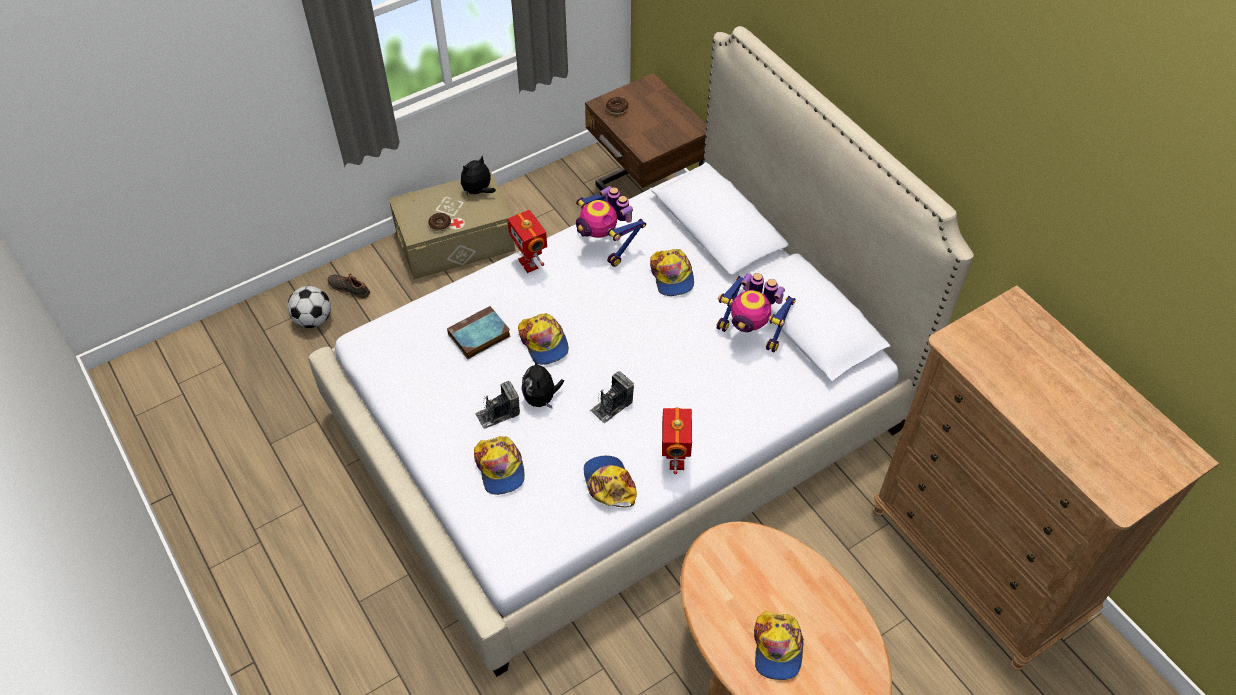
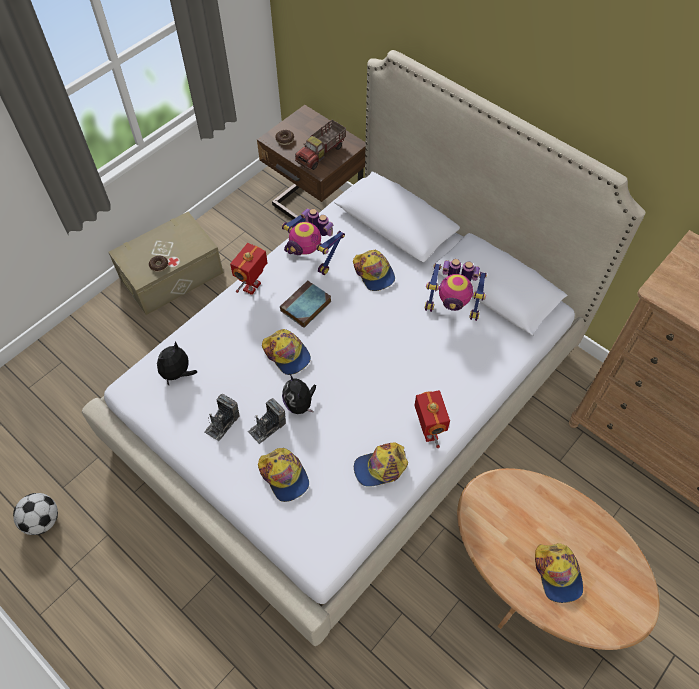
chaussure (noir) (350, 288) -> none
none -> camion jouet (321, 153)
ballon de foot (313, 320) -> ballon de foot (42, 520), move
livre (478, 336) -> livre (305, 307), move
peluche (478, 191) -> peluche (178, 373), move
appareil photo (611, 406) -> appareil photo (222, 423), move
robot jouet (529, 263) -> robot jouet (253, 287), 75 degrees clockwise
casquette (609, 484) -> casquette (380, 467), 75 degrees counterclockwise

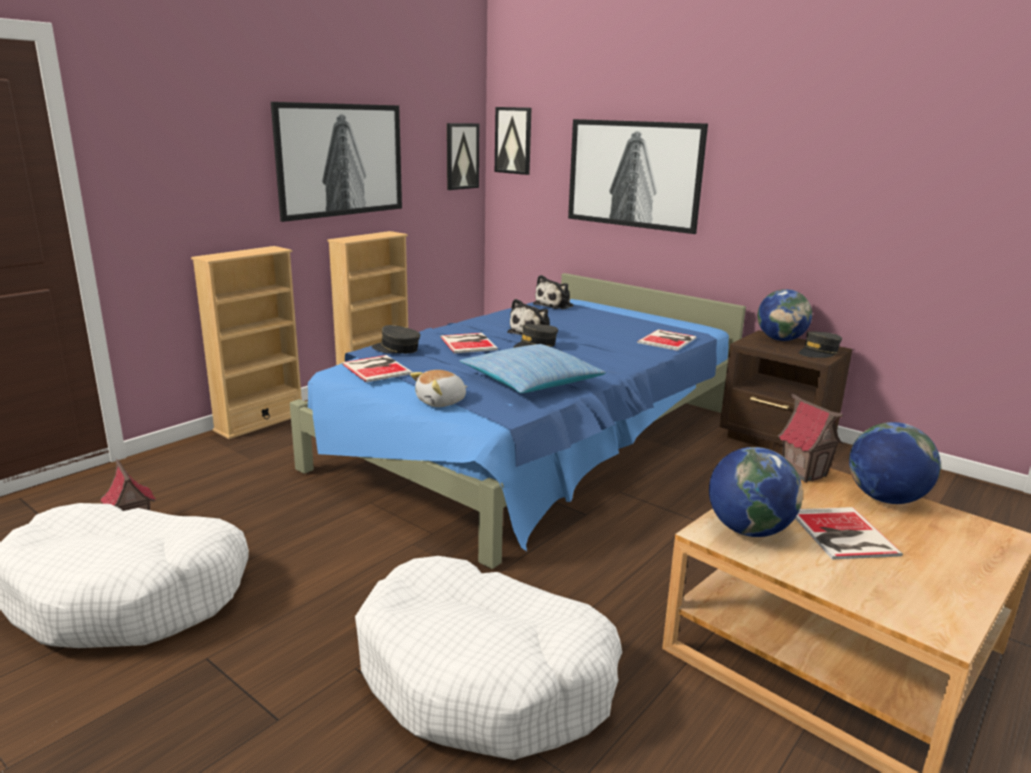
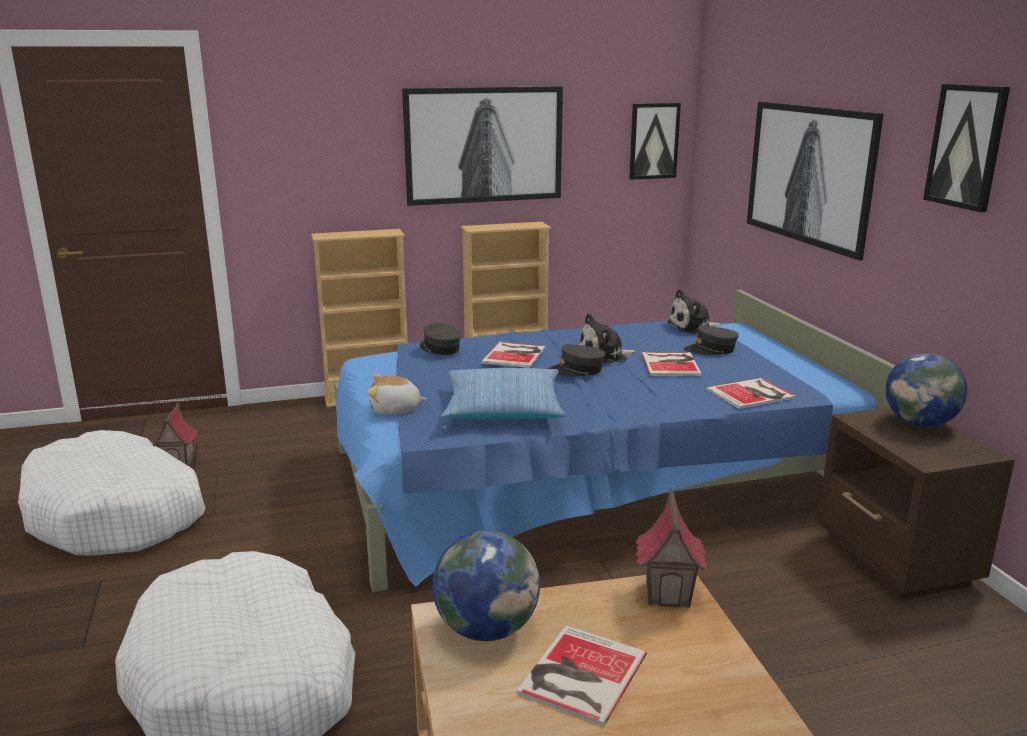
globe (885, 498) -> none
livre (377, 368) -> livre (671, 364), move
tableau (513, 140) -> tableau (966, 146), move
casquette (gris) (818, 352) -> casquette (gris) (711, 350), move

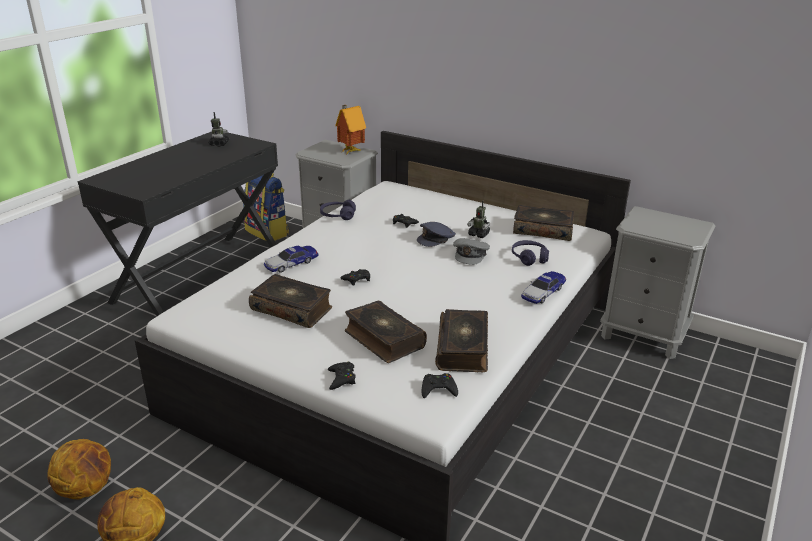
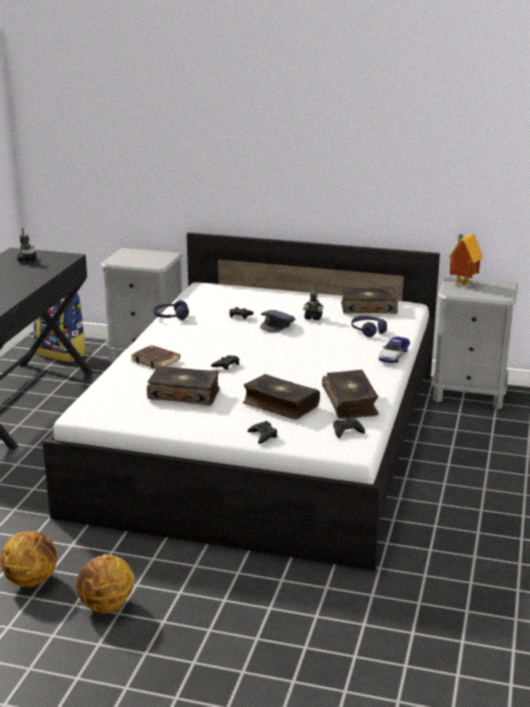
casquette (gris) (470, 254) -> none
maison miniature (350, 151) -> maison miniature (461, 284), move
petite voiture (291, 264) -> livre (marron) (156, 360)

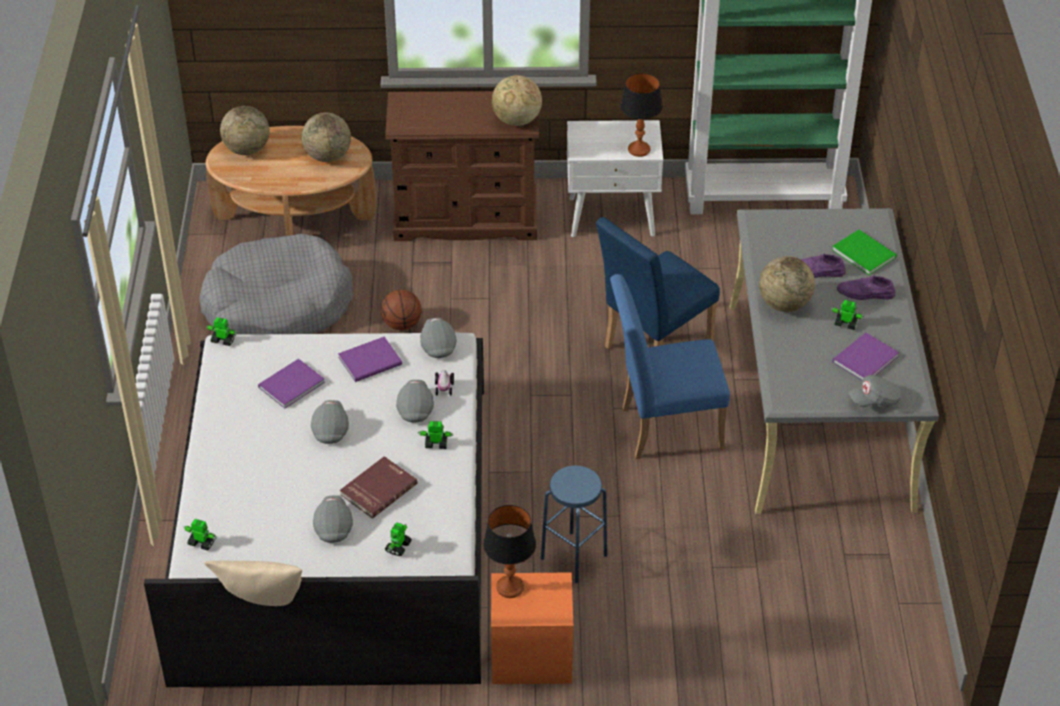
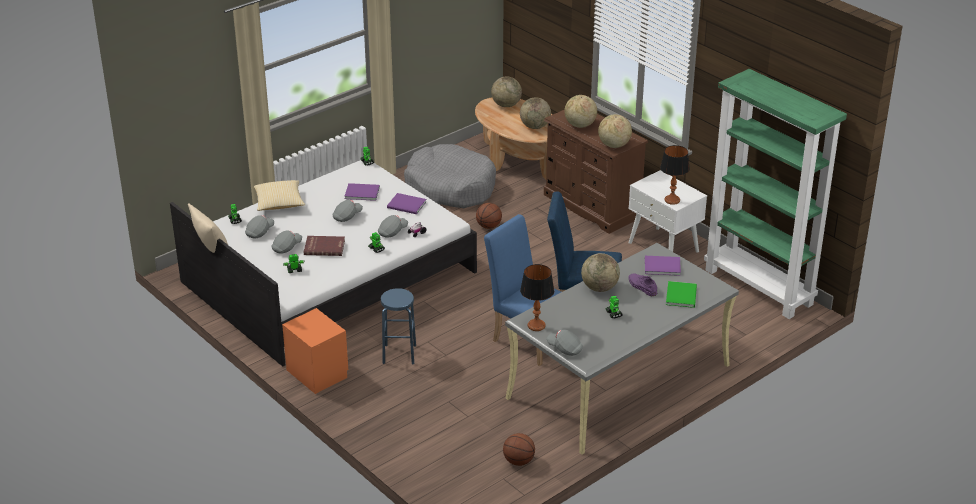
chaussure (violet) (865, 293) -> none
none -> coussin (279, 204)
none -> ballon de basket (518, 461)
none -> globe (580, 125)
casquette (gris) (438, 344) -> casquette (gris) (260, 232), move
lampe de table (509, 587) -> lampe de table (536, 325), move
livre (violet) (863, 359) -> livre (violet) (661, 266), move

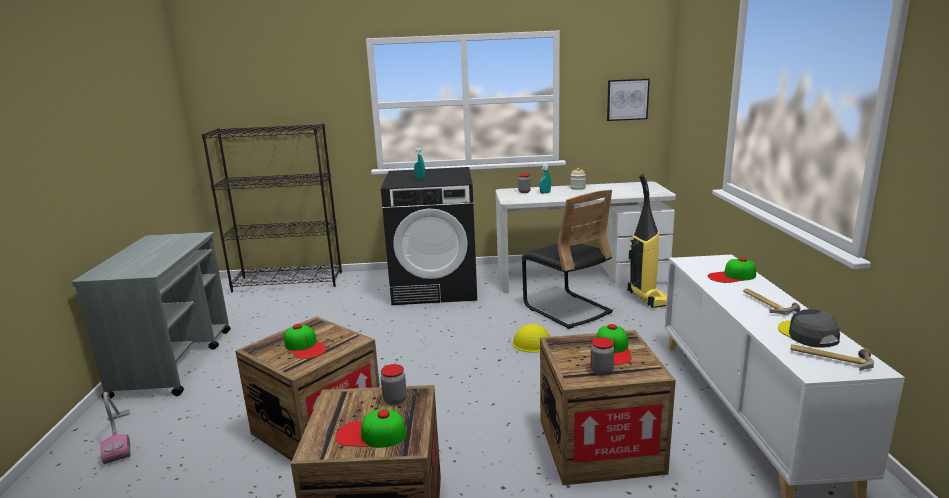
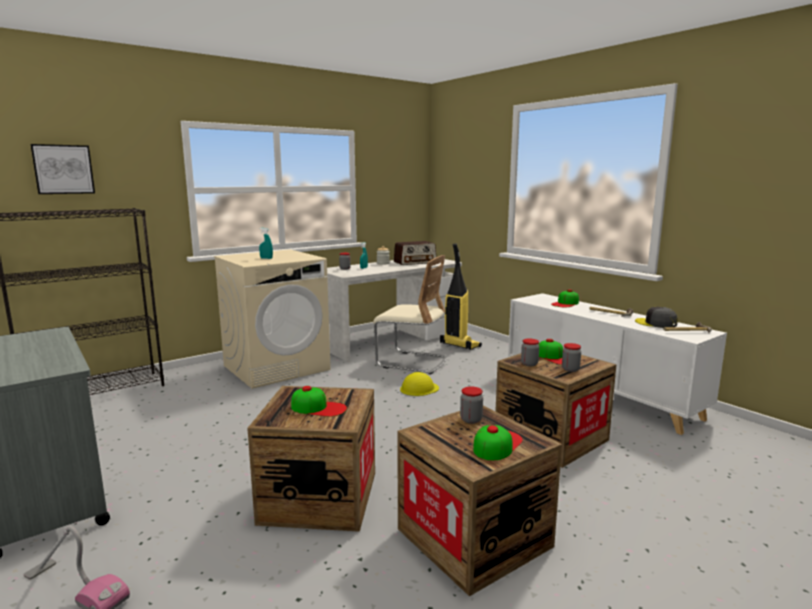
none -> radio (415, 262)
none -> bocal (529, 364)
tableau (627, 99) -> tableau (63, 169), move
lave-linge (noir) (435, 287) -> lave-linge (beige) (277, 367)
chaise (noir) (567, 309) -> chaise (beige) (412, 362)
casquette (371, 434) -> casquette (497, 444), 150 degrees clockwise

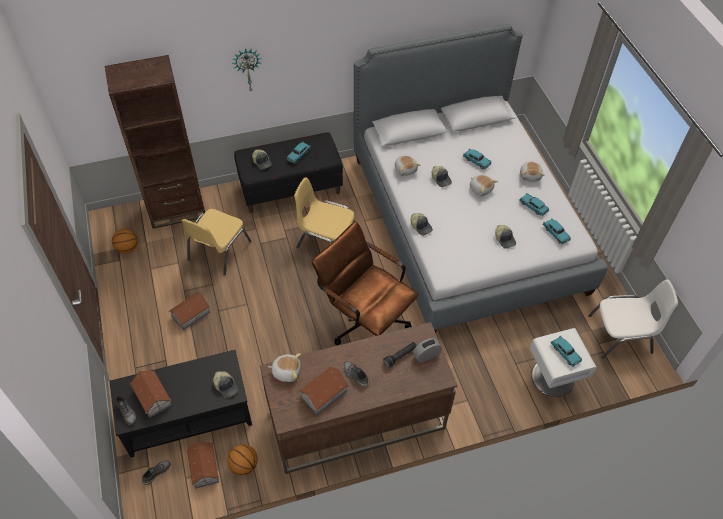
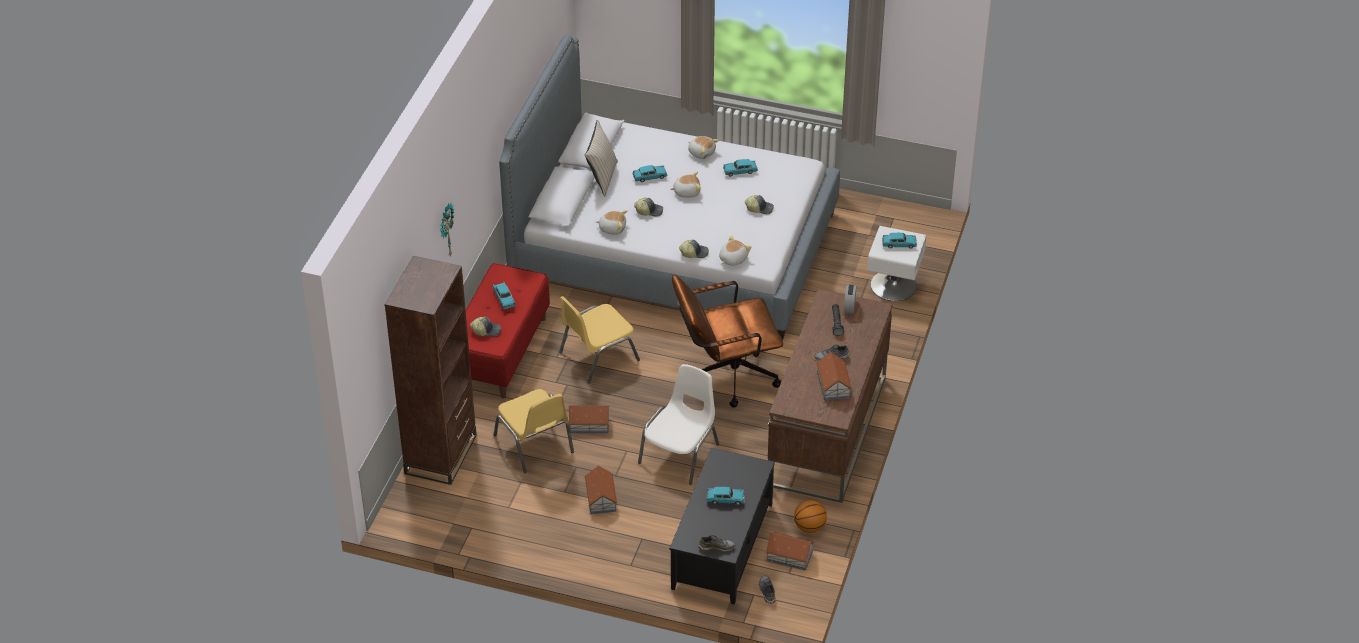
ballon de basket (127, 248) -> none
casquette (226, 386) -> none
none -> coussin (beige) (602, 178)
maison miniature (152, 396) -> maison miniature (589, 423), move
peluche (286, 371) -> peluche (732, 259), move
petite voiture (turquoise) (555, 234) -> petite voiture (turquoise) (725, 499), move
chaise (blanc) (621, 335) -> chaise (blanc) (680, 453), move
banc (noir) (290, 188) -> banc (rouge) (500, 352)

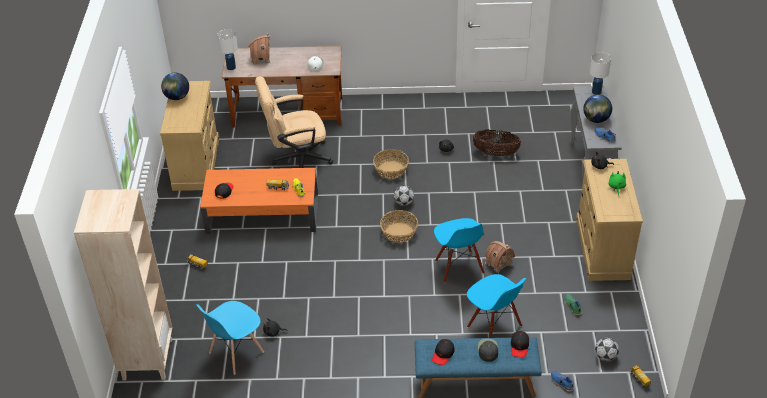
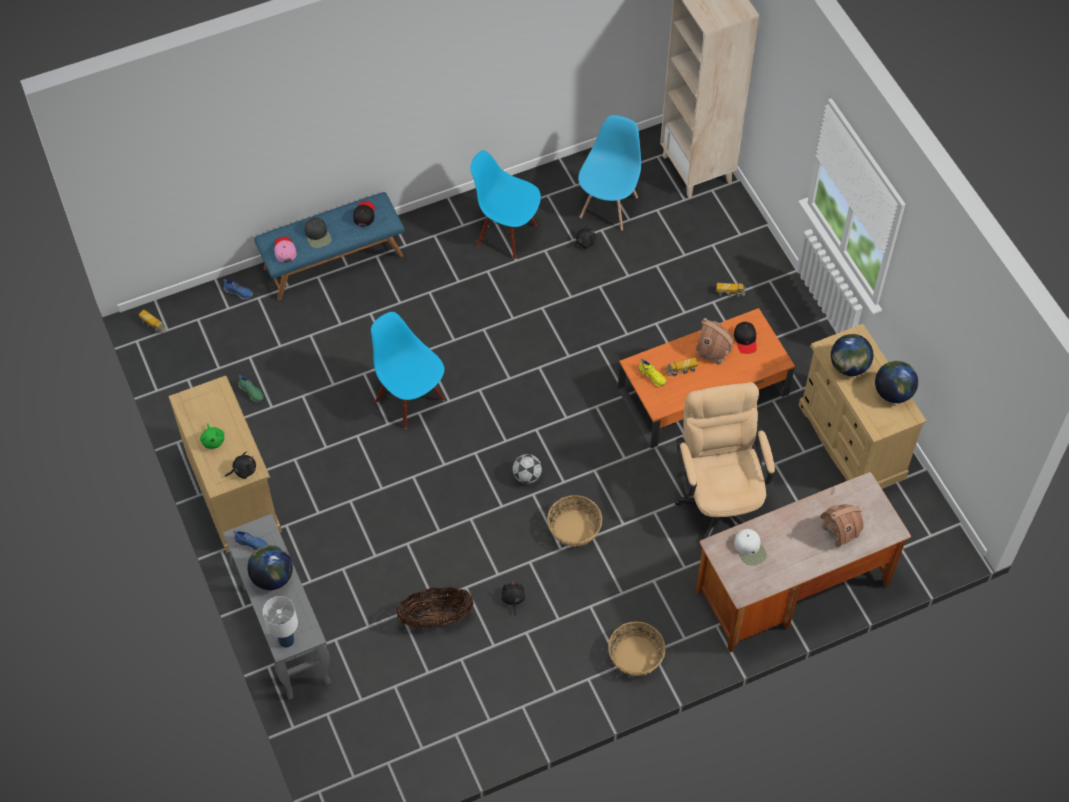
lampe de table (blanc) (231, 67) -> none
ballon de foot (605, 356) -> none
none -> globe (848, 366)
panier (399, 232) -> panier (636, 656), move
chaise (bleu) (494, 326) -> chaise (bleu) (506, 234), move
maison miniature (498, 263) -> maison miniature (714, 351), move
casquette (noir) (519, 346) -> casquette (rose) (284, 250)
chaise de bureau (beige) (296, 159) -> chaise de bureau (beige) (719, 500), 60 degrees counterclockwise

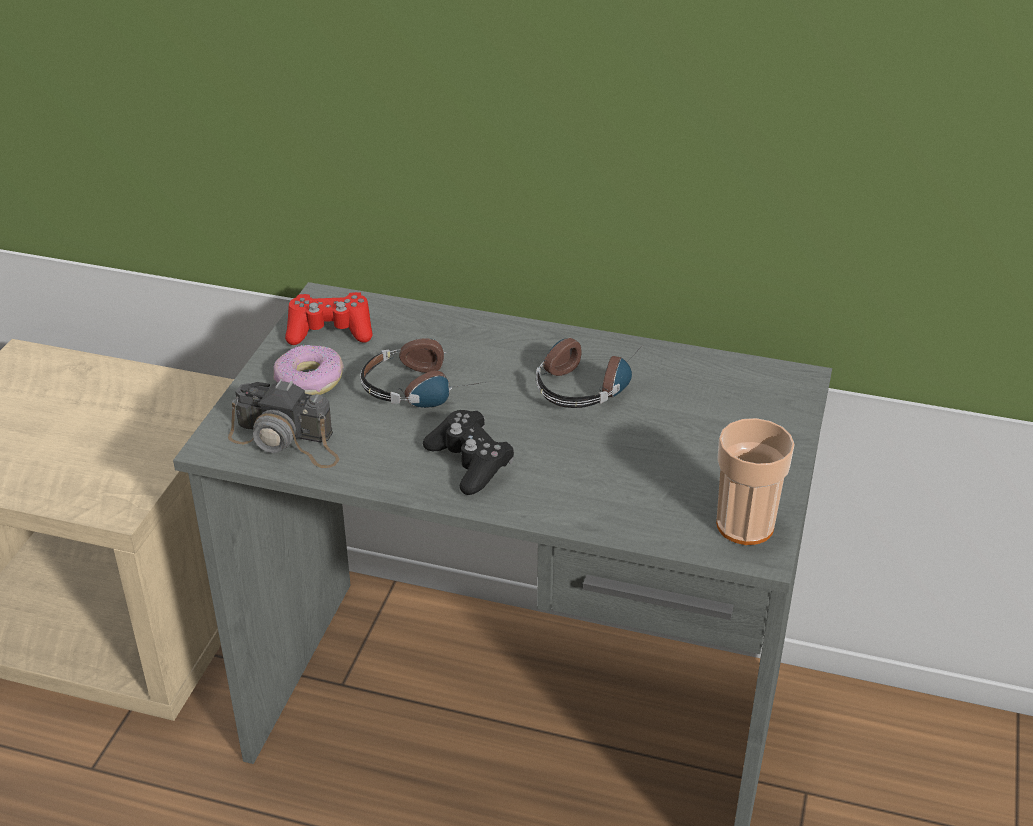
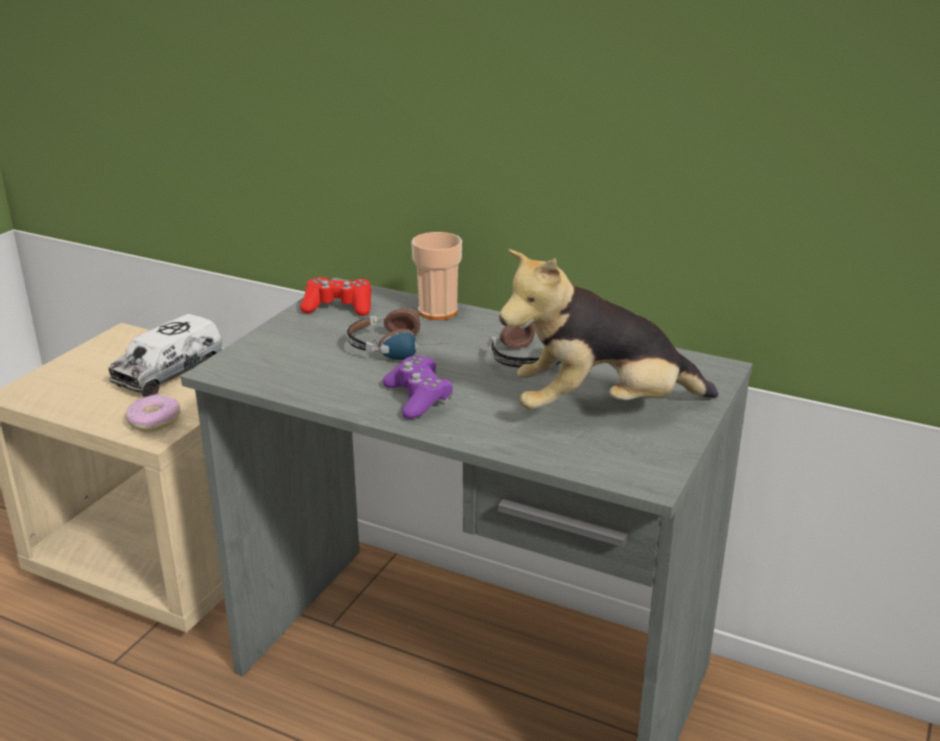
appareil photo (287, 441) -> none
none -> camion jouet (169, 373)
none -> peluche (601, 409)
beignet (309, 380) -> beignet (154, 421), move
tasse (745, 525) -> tasse (437, 311), move
manette (noir) (470, 463) -> manette (violet) (418, 398)

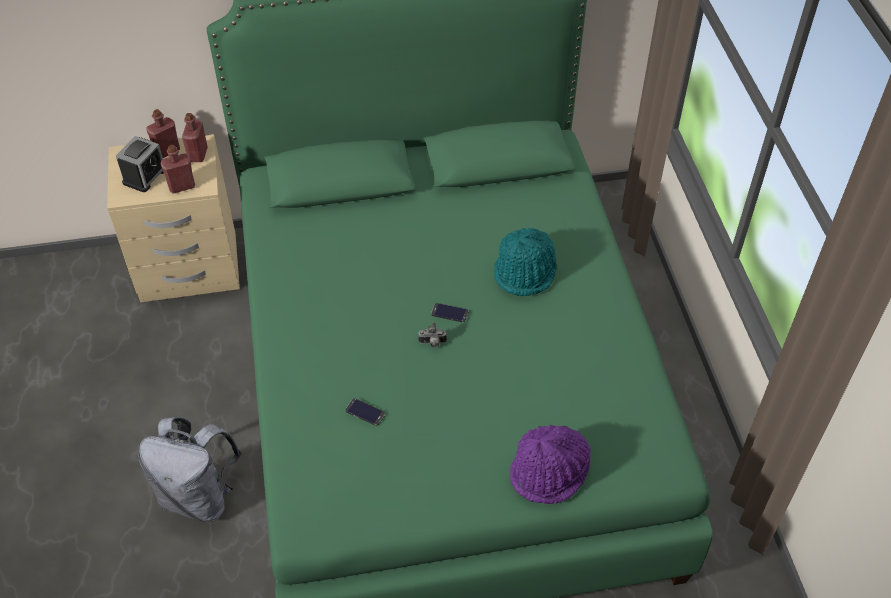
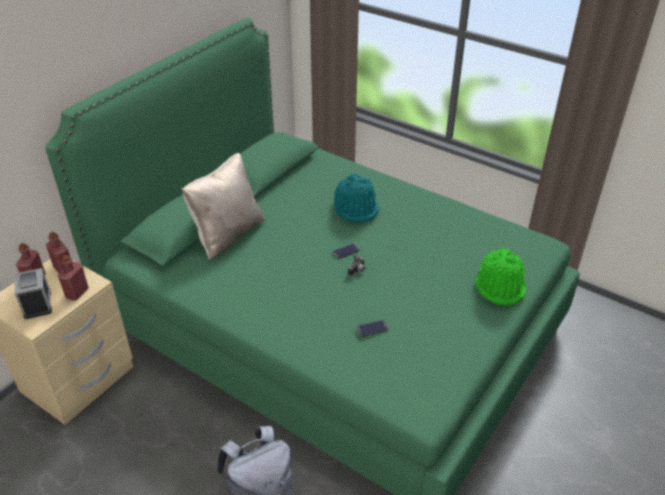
none -> coussin (beige) (227, 234)
chapeau (violet) (549, 472) -> chapeau (vert) (500, 286)

